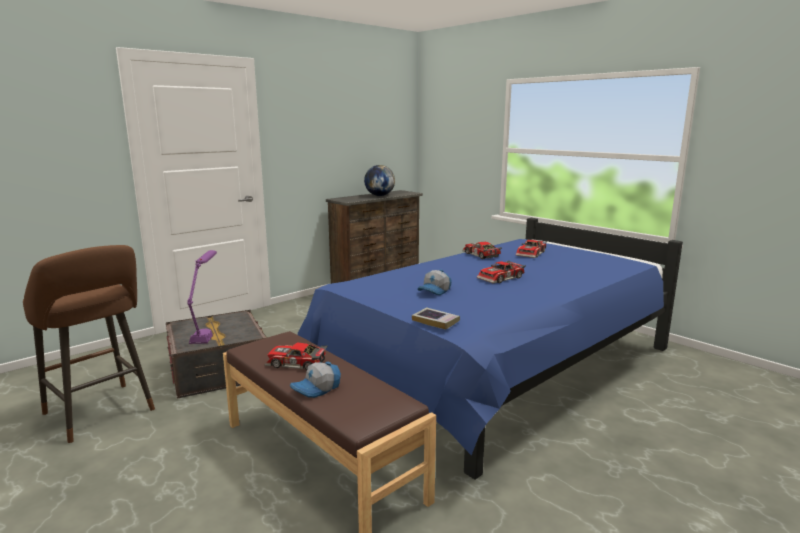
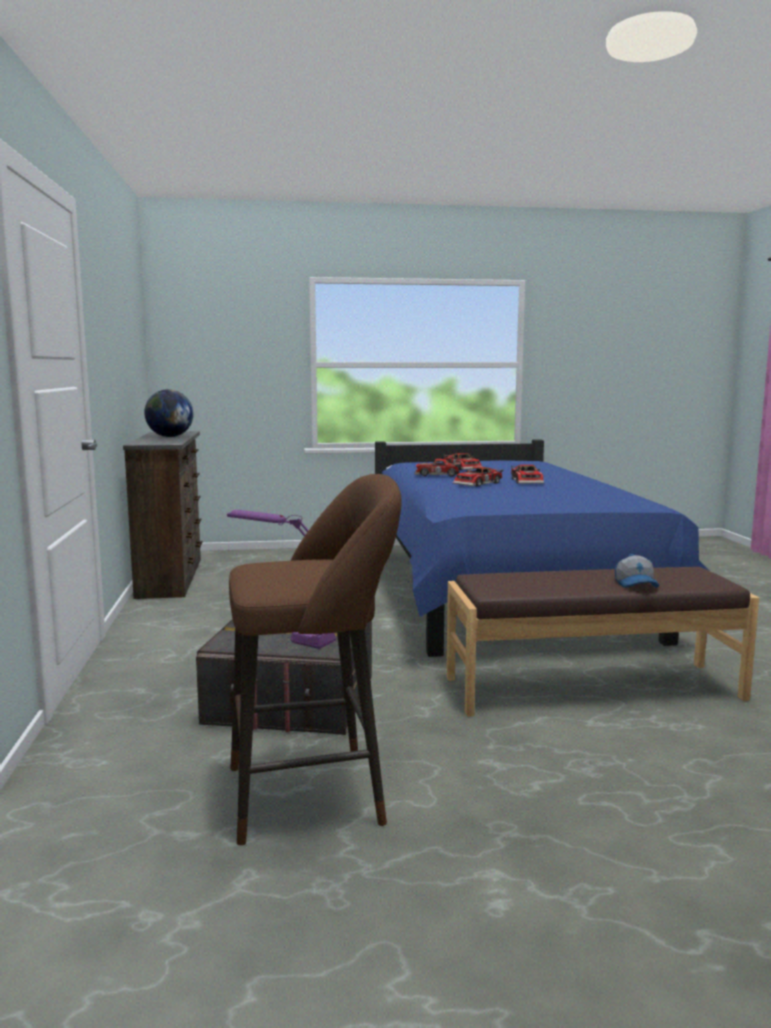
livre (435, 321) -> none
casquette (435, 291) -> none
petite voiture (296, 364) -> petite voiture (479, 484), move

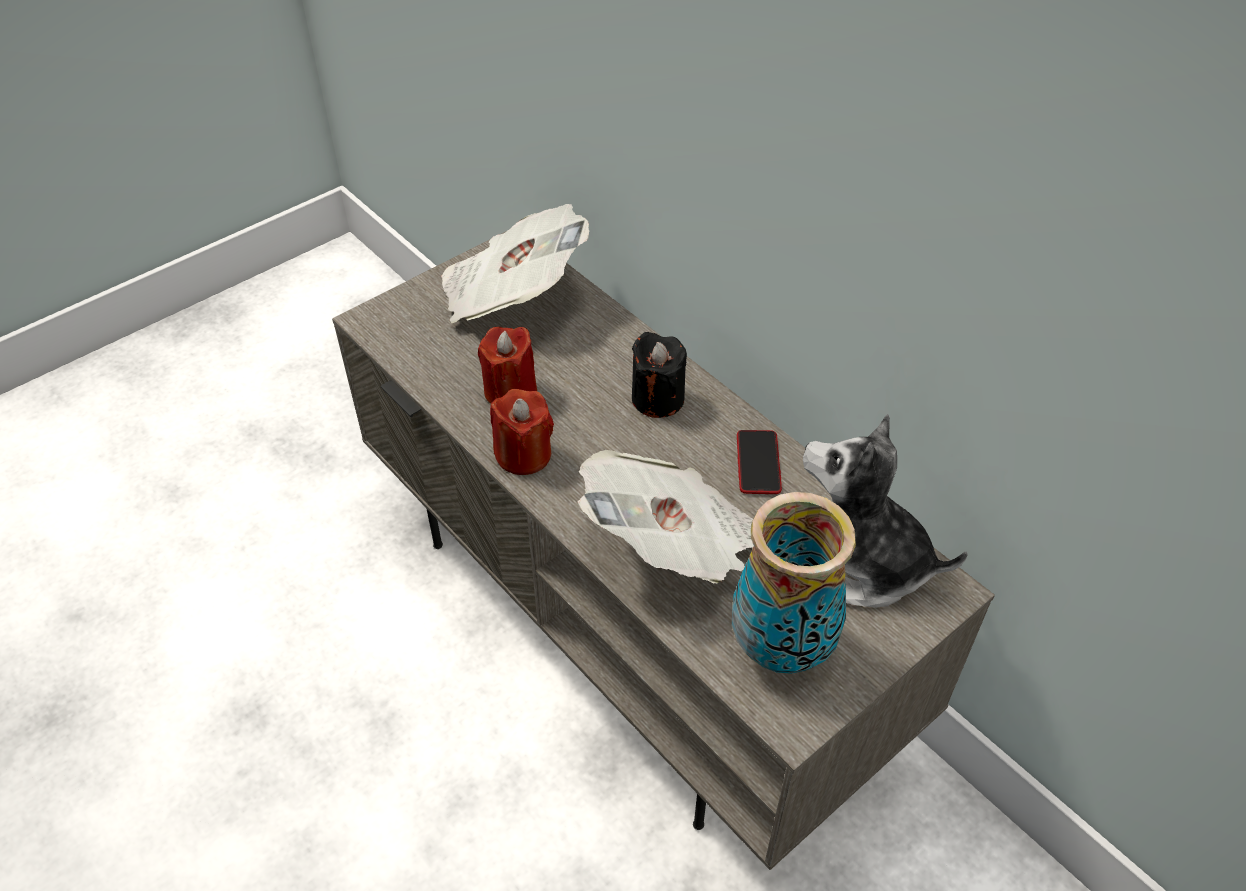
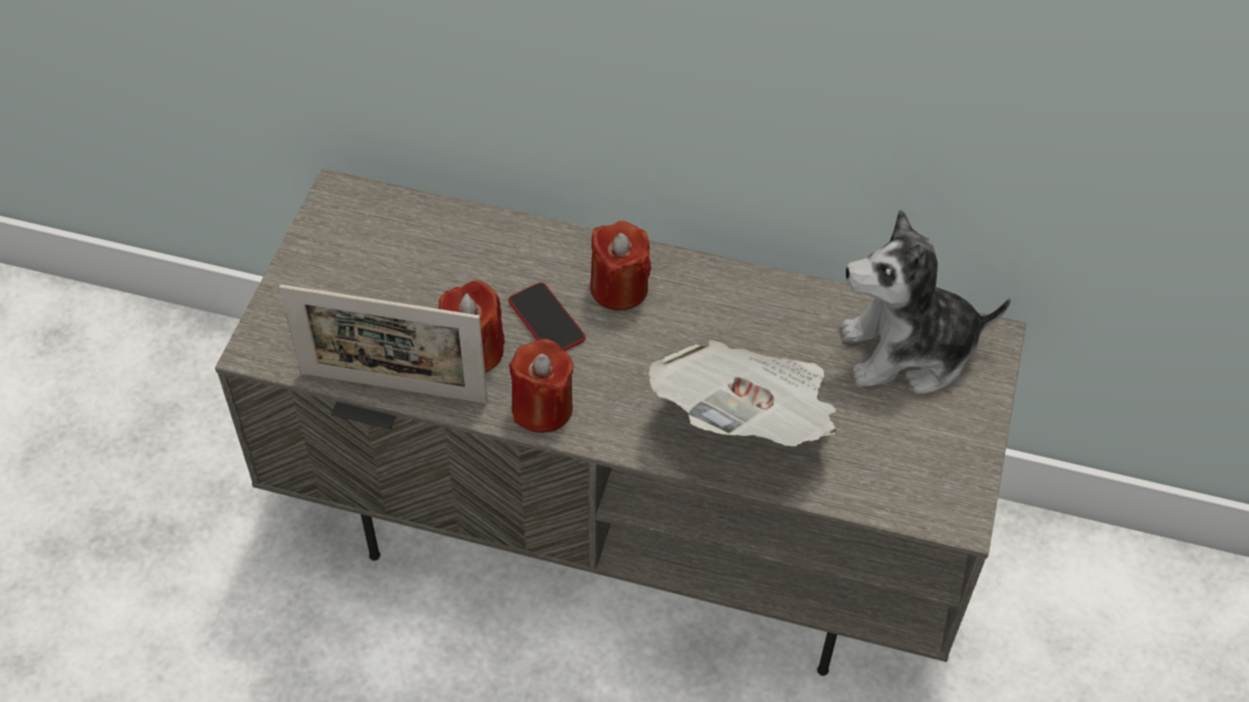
journal (512, 295) -> none
vase (782, 646) -> none
none -> cadre photo (393, 387)
téléphone (758, 463) -> téléphone (546, 320), move
bougie (noir) (657, 399) -> bougie (rouge) (619, 288)

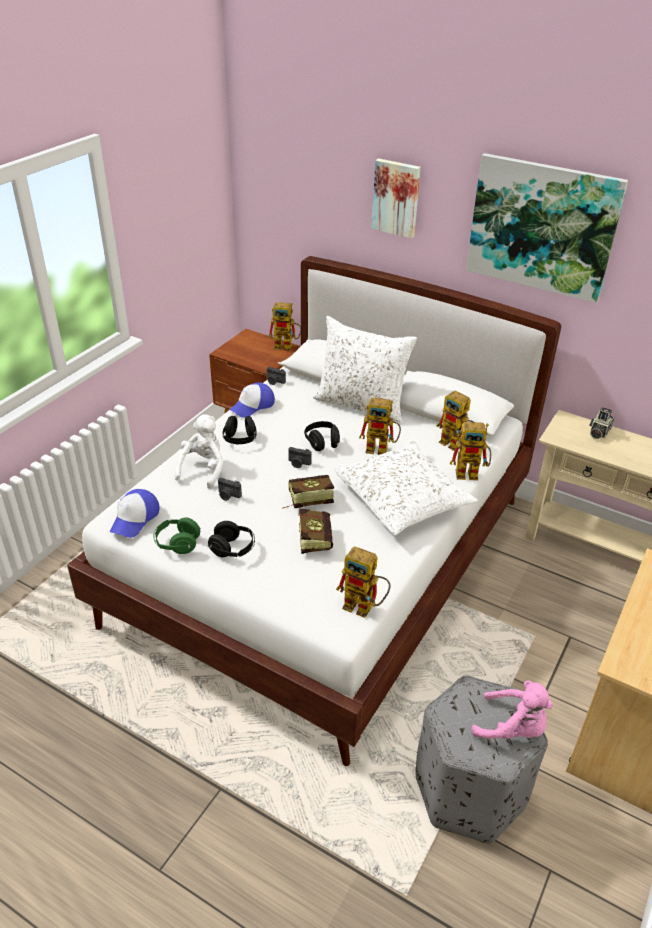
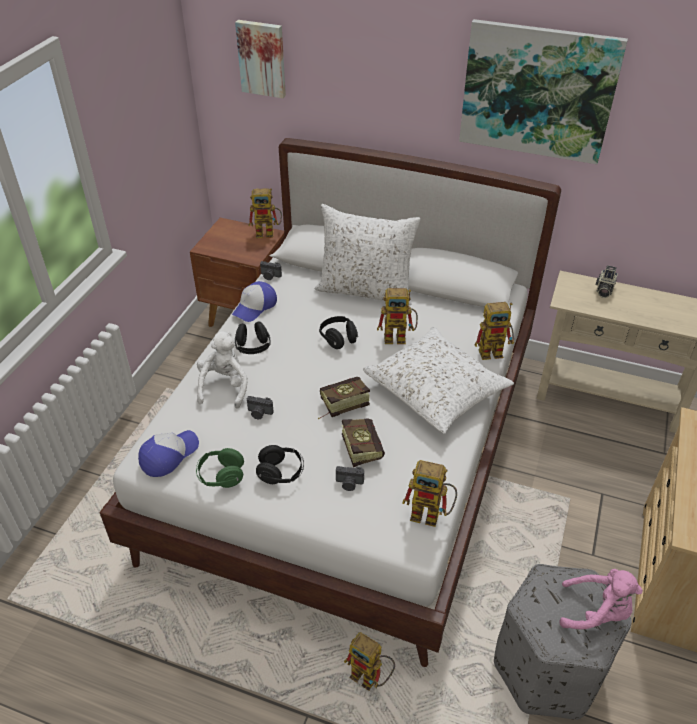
appareil photo (298, 463) -> appareil photo (349, 484), move
tableau (396, 197) -> tableau (262, 58), move
robot jouet (456, 445) -> robot jouet (371, 679), move
casquette (135, 519) -> casquette (168, 455), 150 degrees counterclockwise

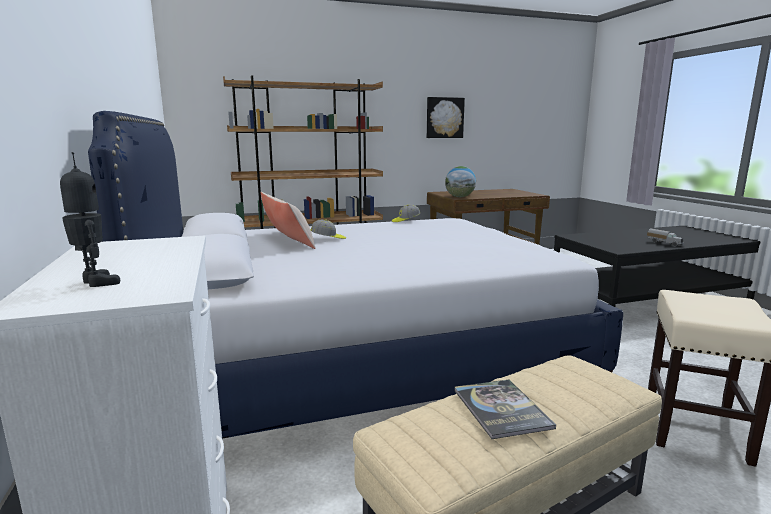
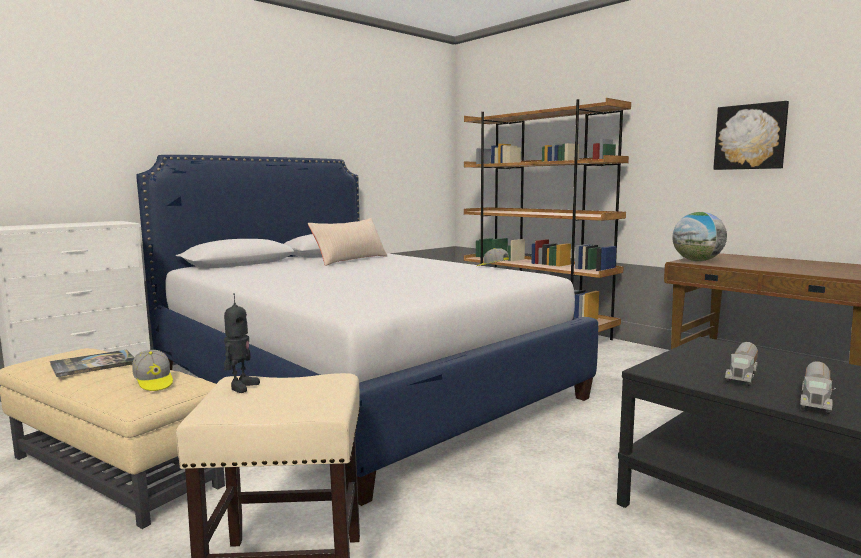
none -> camion jouet (742, 376)
robot jouet (95, 283) -> robot jouet (241, 386), move
casquette (328, 238) -> casquette (153, 382), move

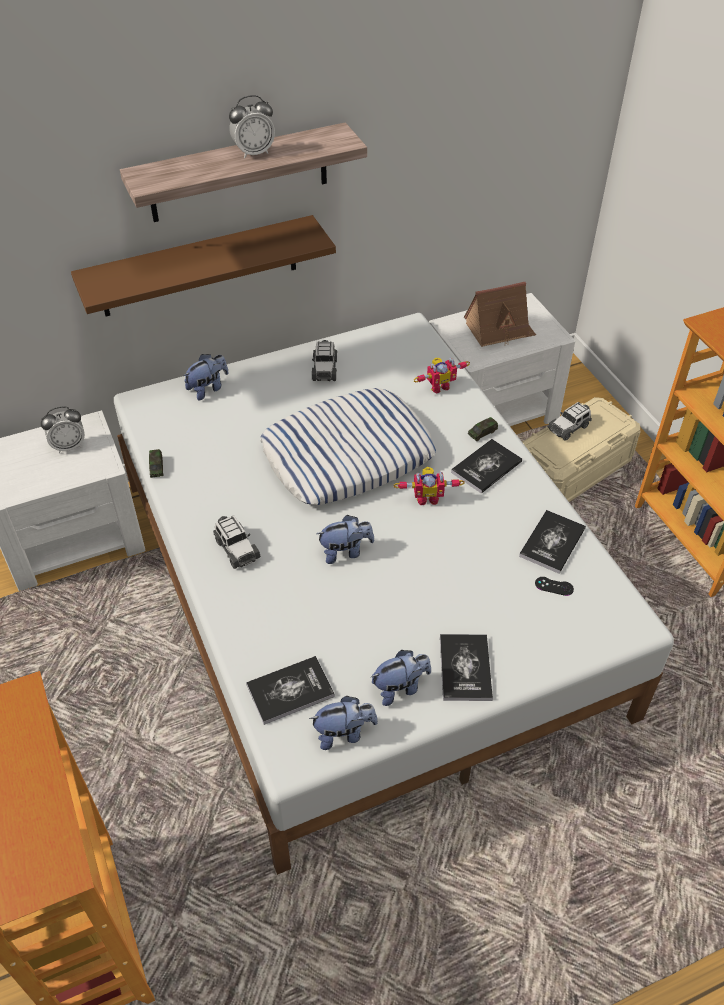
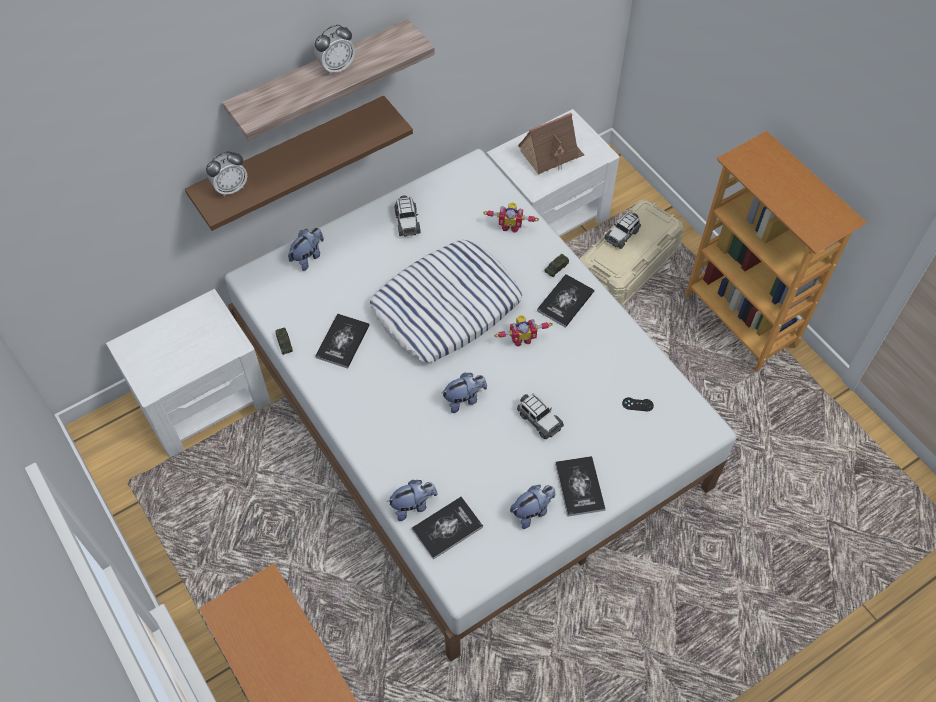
réveil (69, 446) -> réveil (231, 188), move
petite voiture (236, 549) -> petite voiture (539, 420), move
peluche (344, 733) -> peluche (413, 505), move
livre (552, 542) -> livre (342, 341), move
robot jouet (438, 386) -> robot jouet (510, 225), 45 degrees clockwise

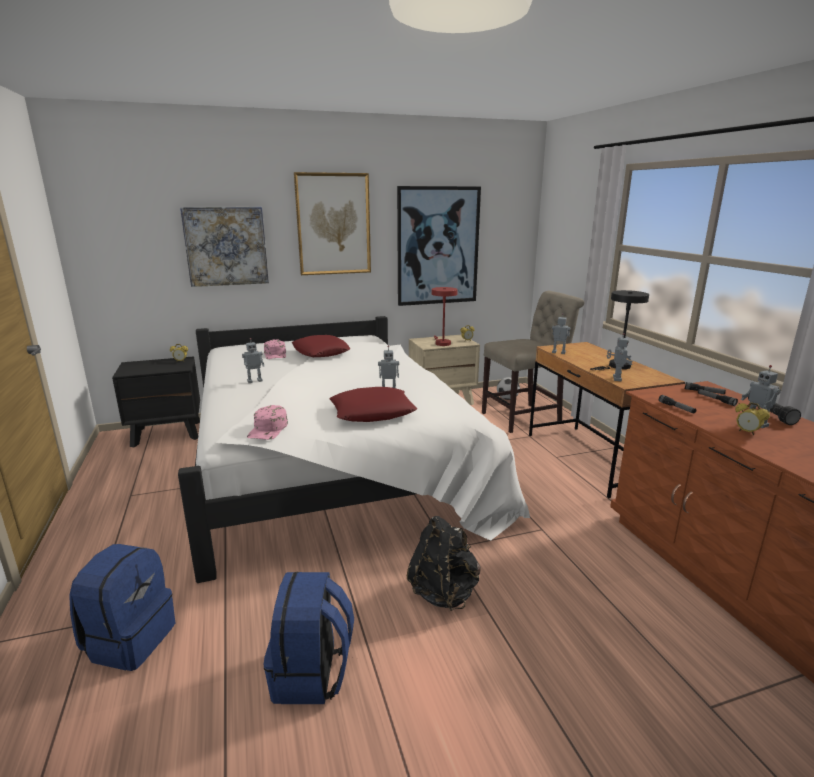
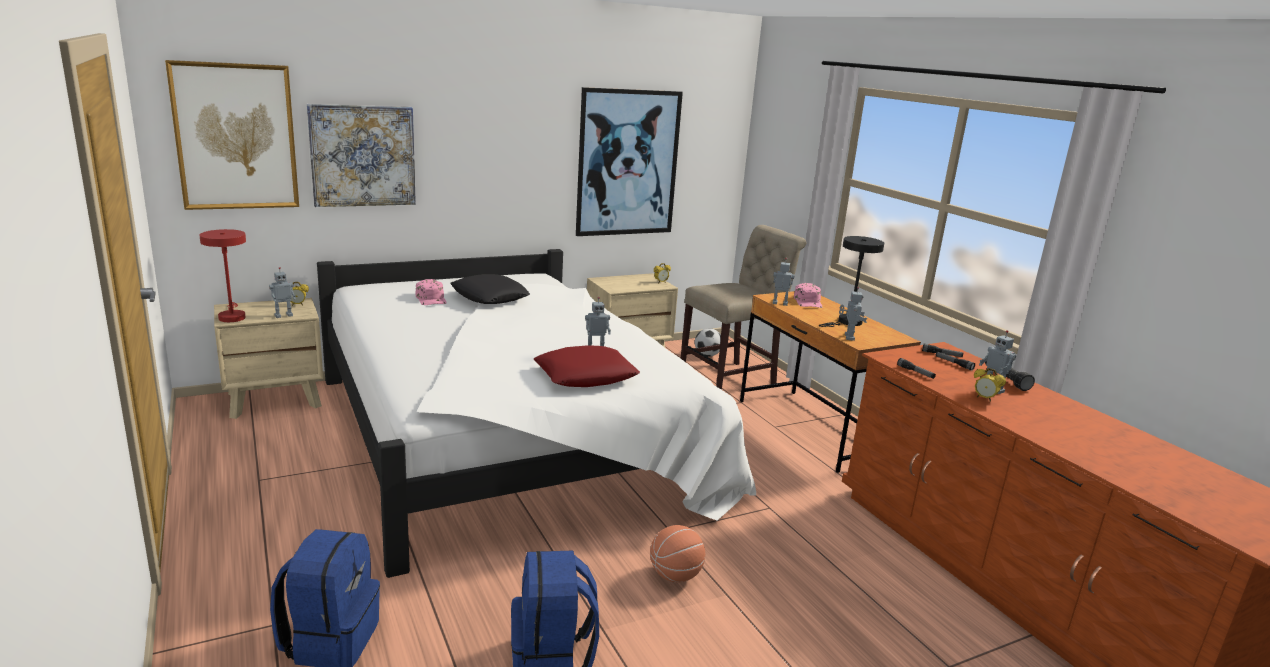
robot jouet (254, 381) -> robot jouet (283, 315), move
casquette (rose) (268, 429) -> casquette (rose) (808, 302), move
tableau (333, 224) -> tableau (236, 137), move
lampe de table (rouge) (441, 343) -> lampe de table (rouge) (231, 316), move
sac à dos (noir) (444, 592) -> ballon de basket (675, 575)
table de chevet (noir) (167, 433) -> table de chevet (beige) (275, 400)
coussin (rouge) (320, 352) -> coussin (noir) (489, 297)

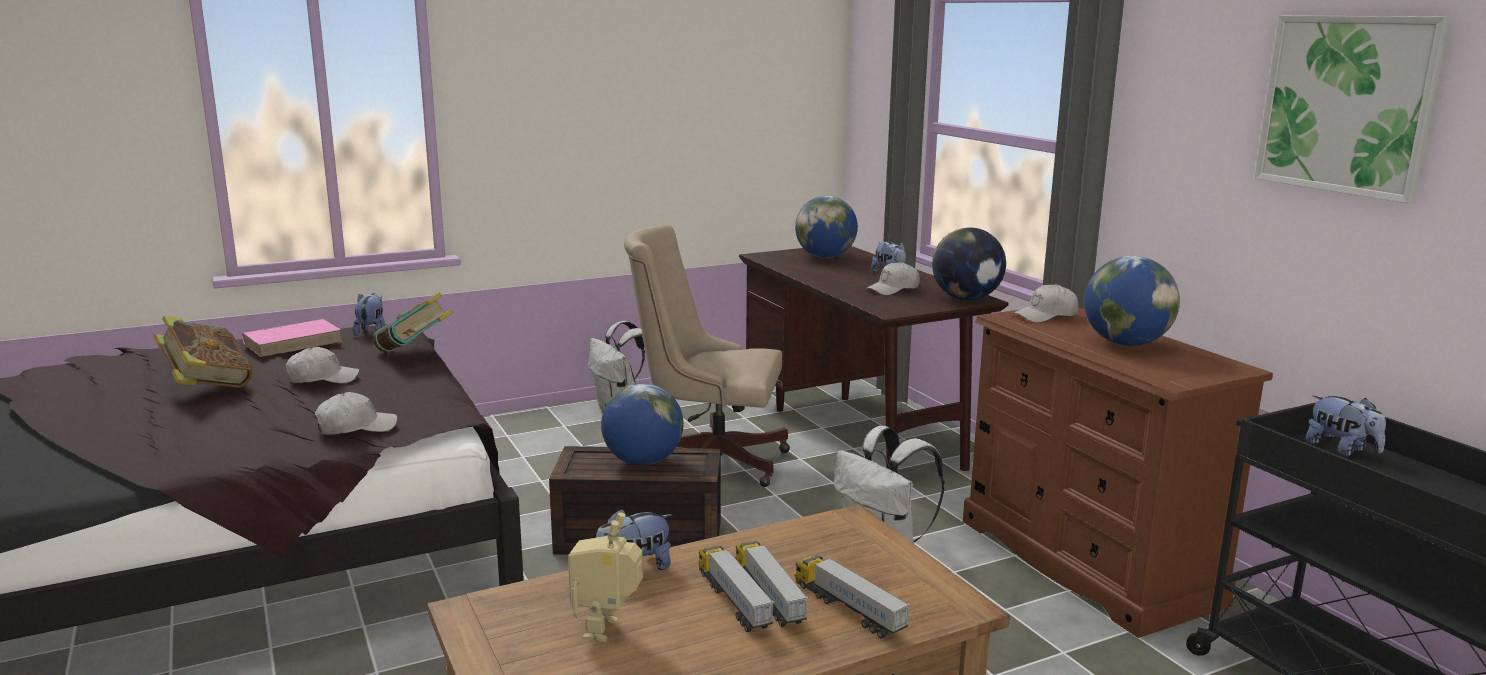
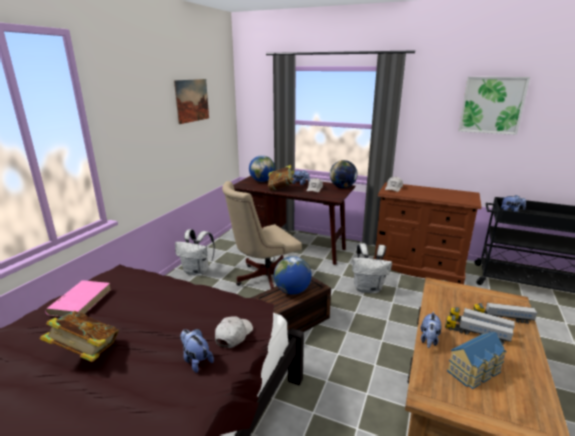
casquette (blanc) (322, 378) -> none
globe (1125, 343) -> none
none -> tableau (192, 100)
peluche (372, 331) -> peluche (196, 360), move
livre (415, 354) -> livre (281, 188), move
robot jouet (608, 630) -> maison miniature (475, 371)

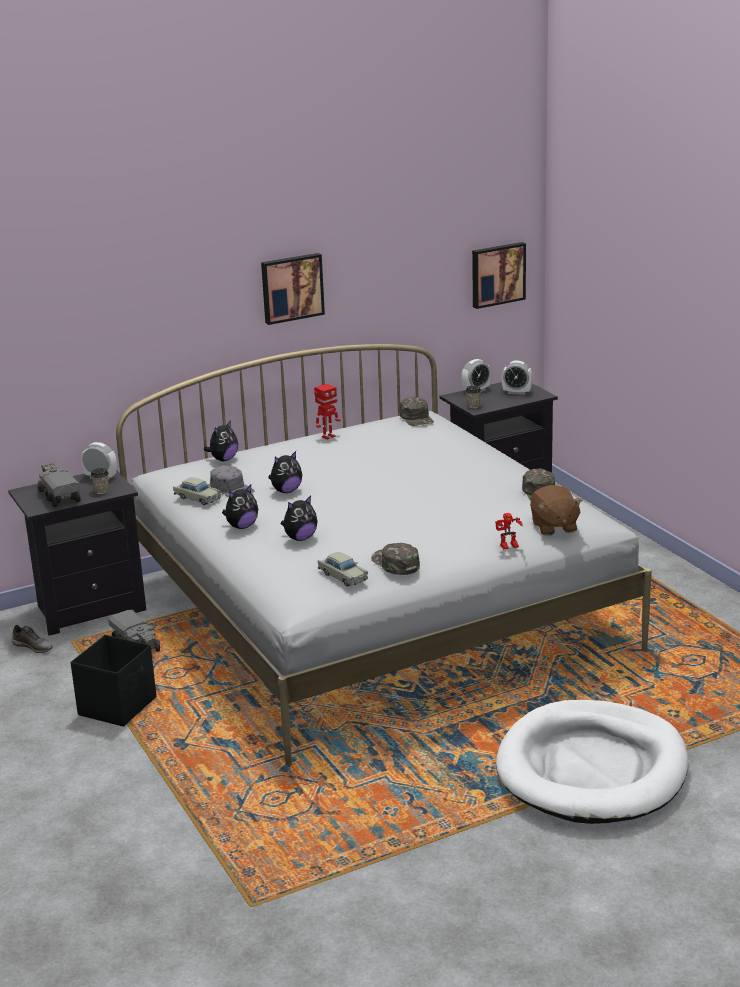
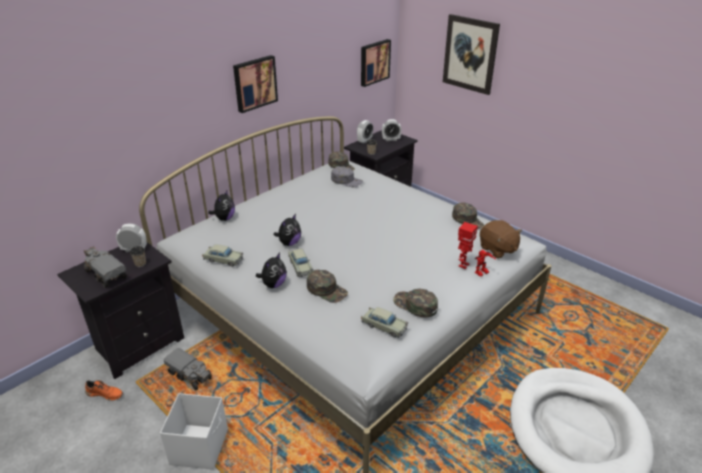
none -> petite voiture (beige) (300, 266)
none -> tableau (470, 54)
casquette (gris) (232, 488) -> casquette (gris) (347, 180), move
robot jouet (328, 436) -> robot jouet (463, 265), move
peluche (300, 538) -> casquette (vert) (327, 290)
chaussure (gris) (33, 647) -> chaussure (orange) (105, 394)
boîte de rangement (noir) (118, 706) -> boîte de rangement (blanc) (200, 446)

